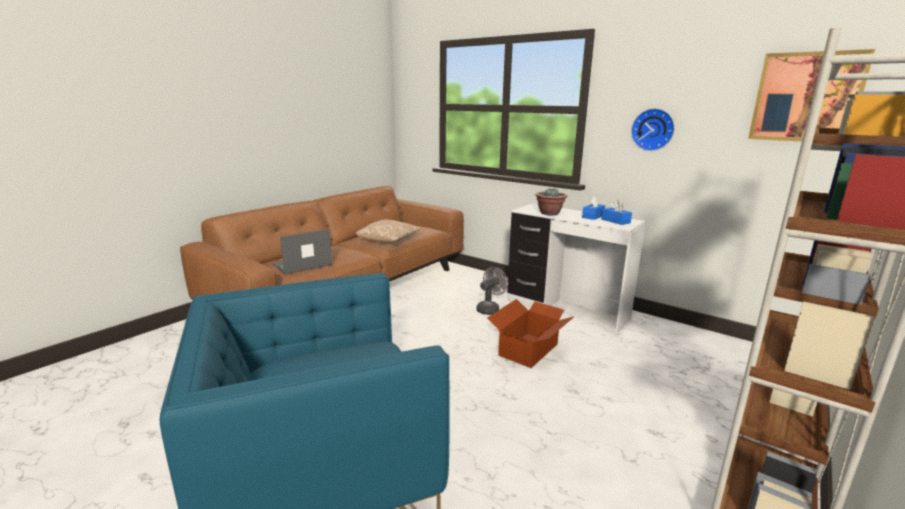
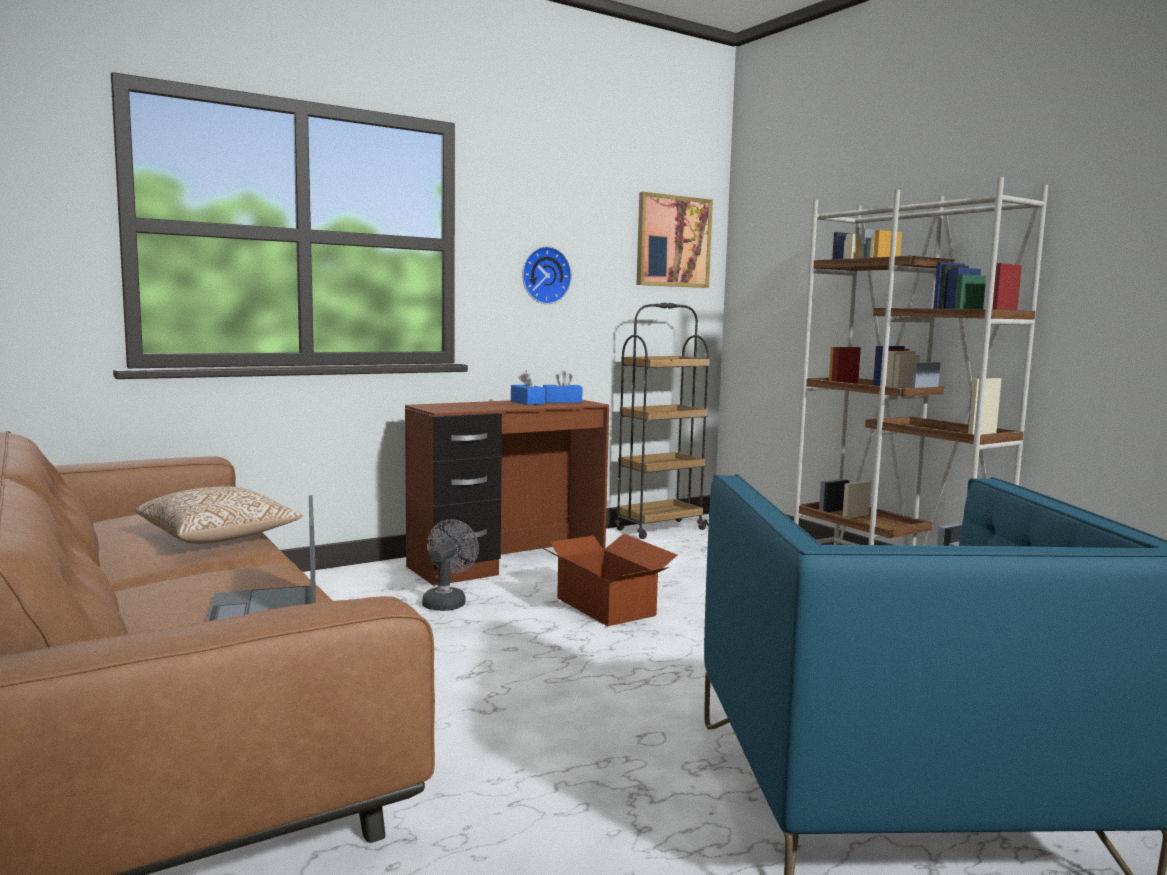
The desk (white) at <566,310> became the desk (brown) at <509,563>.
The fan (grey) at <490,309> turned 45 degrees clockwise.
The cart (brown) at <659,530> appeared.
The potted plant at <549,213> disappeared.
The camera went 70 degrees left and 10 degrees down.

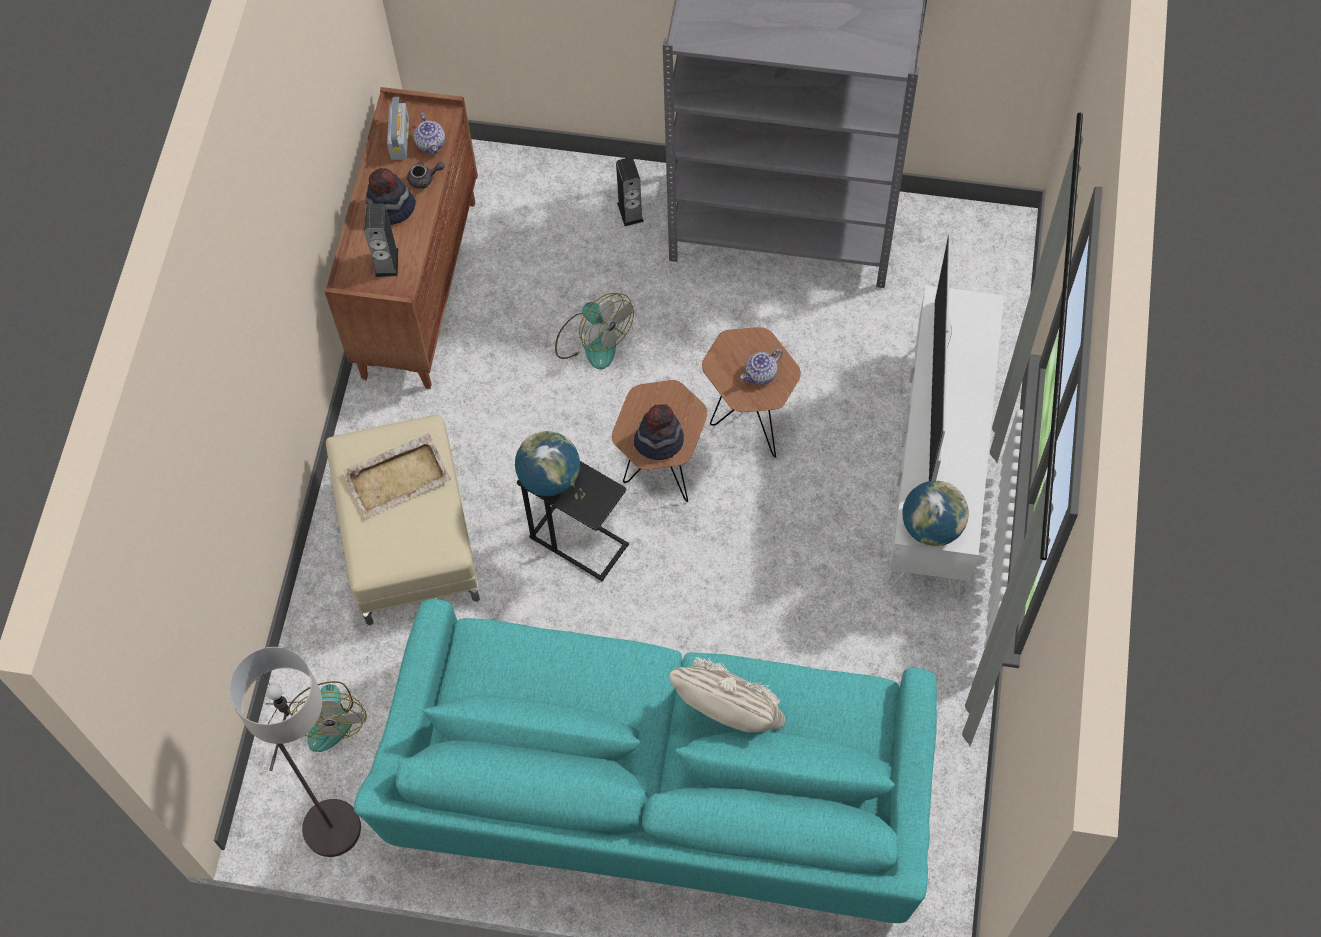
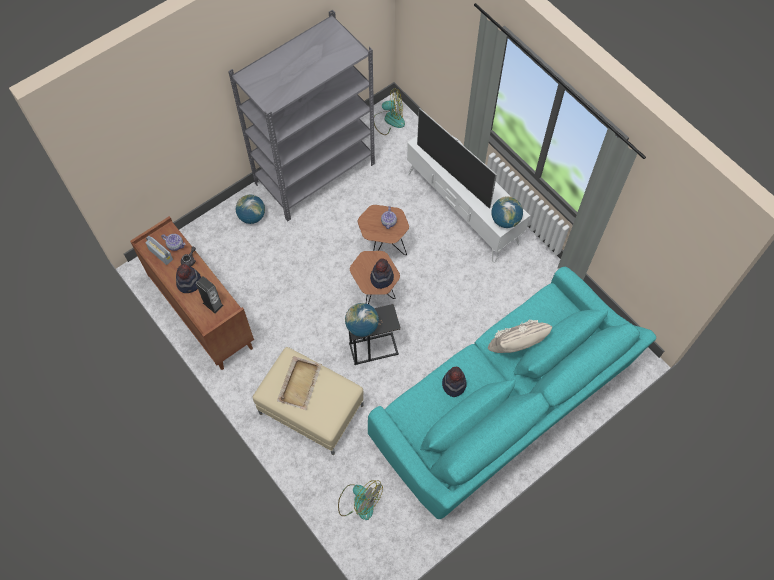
The speaker at <630,212> was replaced by the globe at <252,216>.
The fan moved from <592,340> to <389,120>.
The hat at <453,384> appeared.
The floor lamp (grey) at <336,811> disappeared.
The camera went 50 degrees left and 0 degrees up.

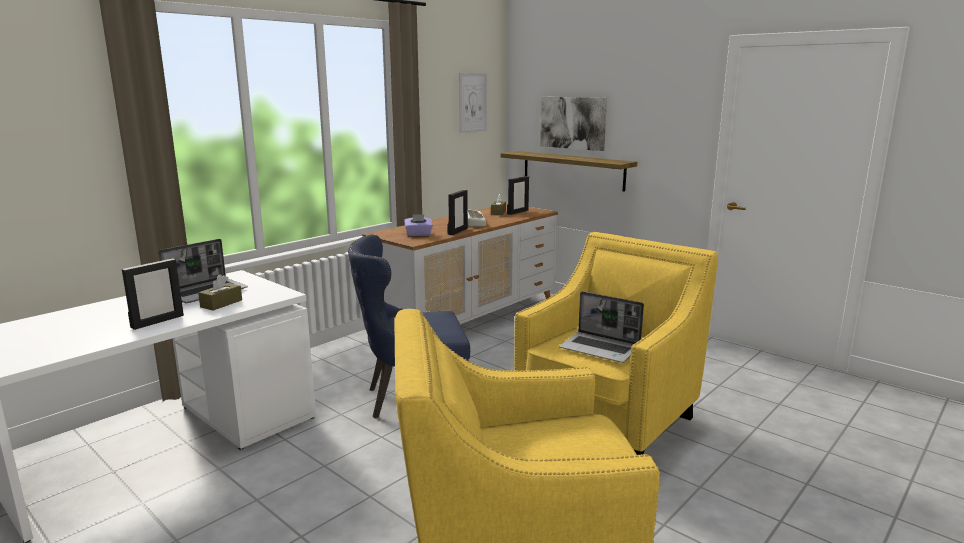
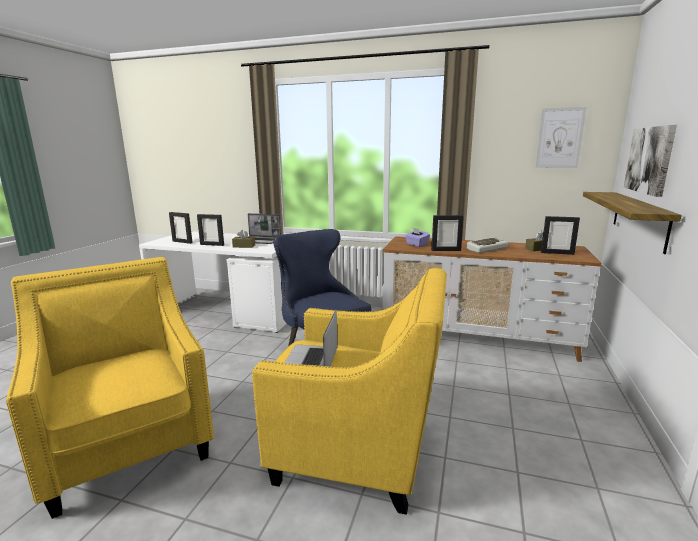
The picture frame at <182,242> appeared.
The camera went 65 degrees right and 0 degrees up.

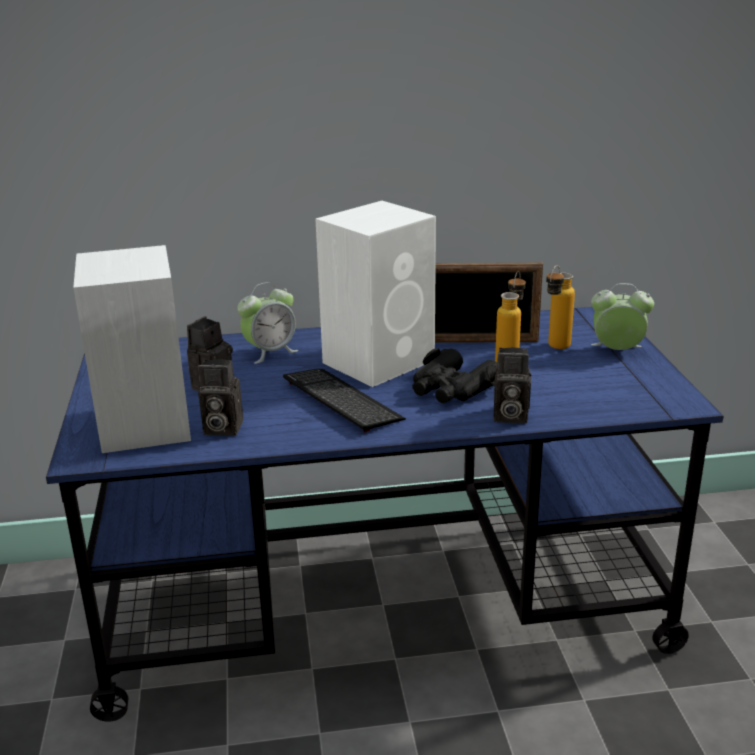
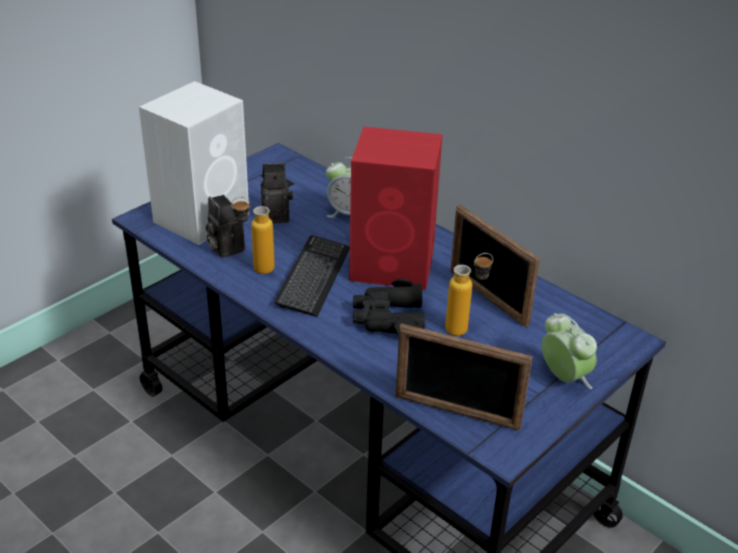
The bottle moved from <555,348> to <255,269>.
The speaker (white) at <380,361> became the speaker (red) at <394,266>.
The picture frame at <457,412> appeared.
The photo camera at <508,416> disappeared.
The camera went 50 degrees right and 10 degrees up.

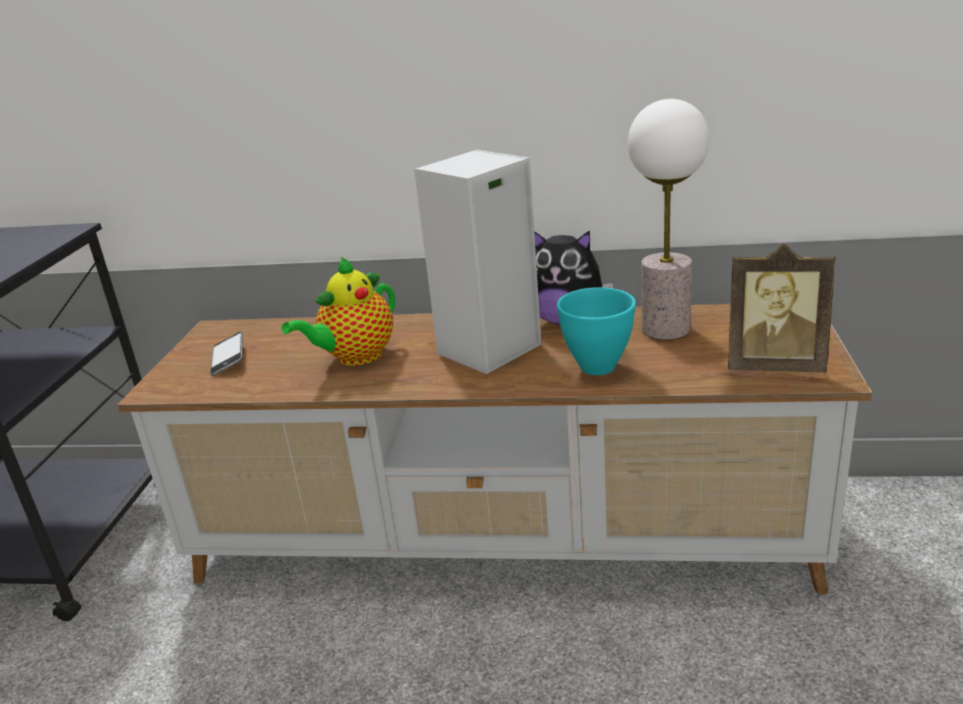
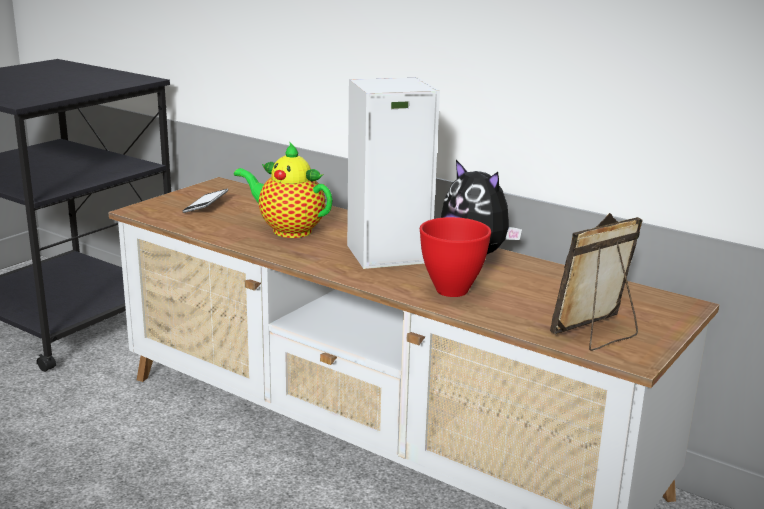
The teapot at <355,357> turned 45 degrees clockwise.
The bowl (turquoise) at <596,366> became the bowl (red) at <451,290>.
The picture frame at <774,365> turned 105 degrees clockwise.
The table lamp at <666,329> disappeared.
The camera went 25 degrees right and 5 degrees down.

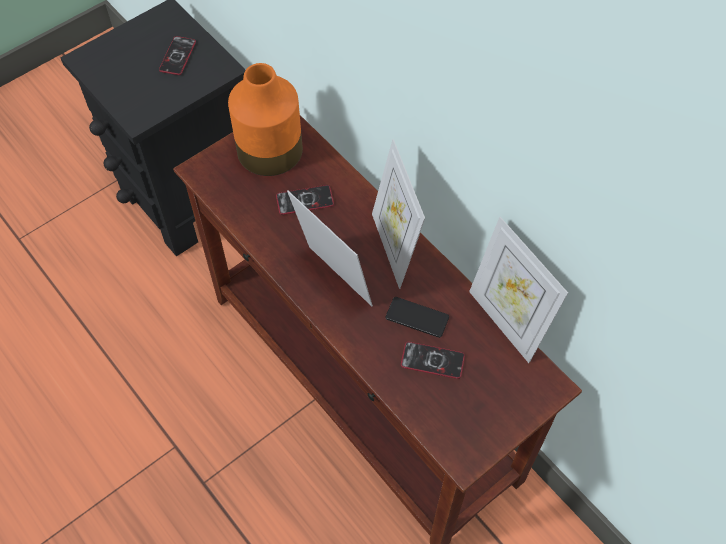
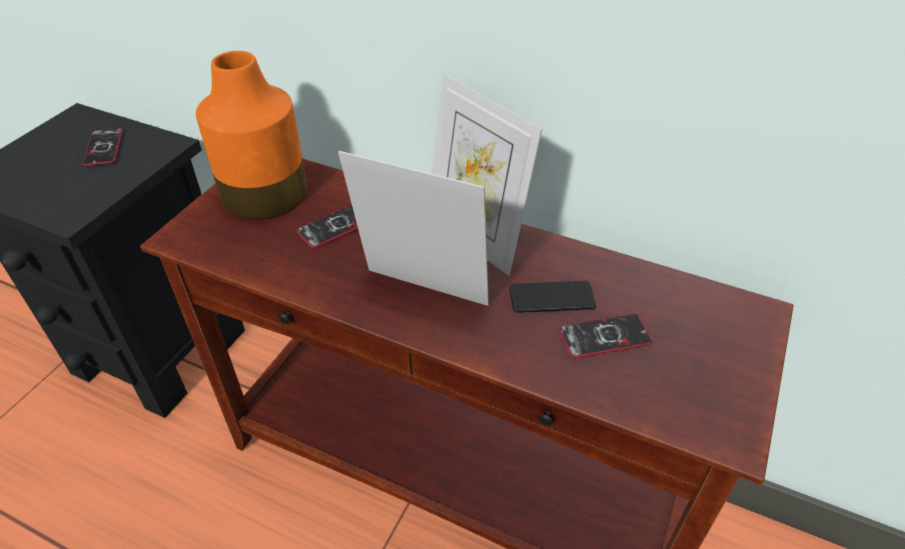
The picture frame at <506,321> disappeared.
The camera went 25 degrees left and 15 degrees down.

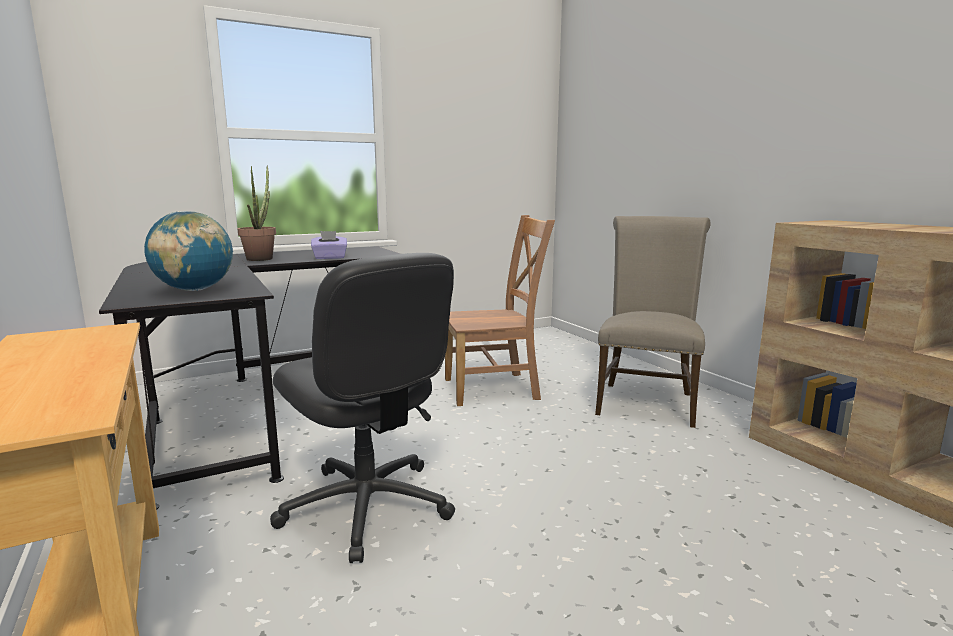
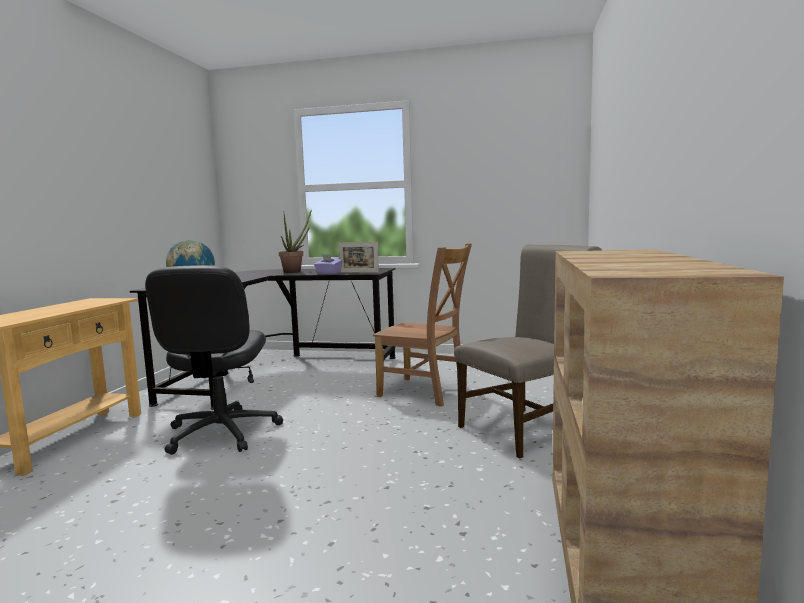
The picture frame at <359,272> appeared.
The camera went 40 degrees right and 5 degrees down.

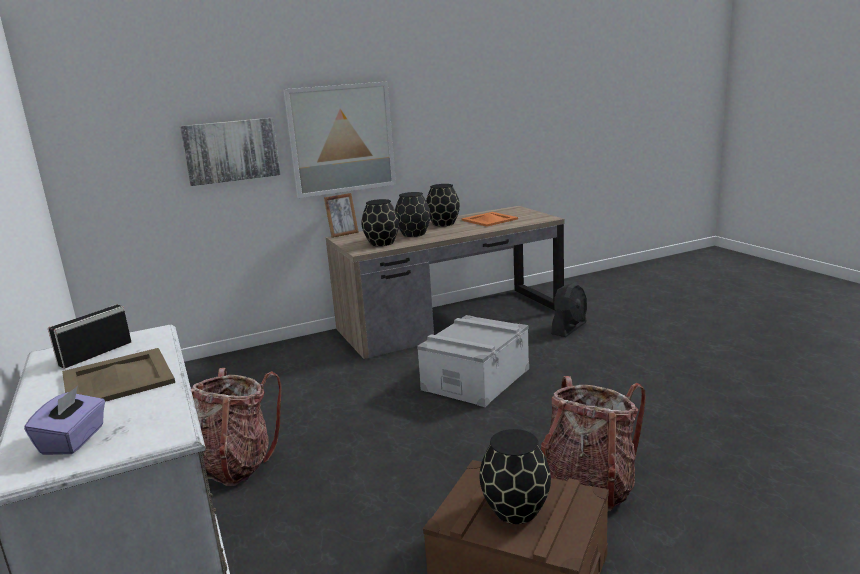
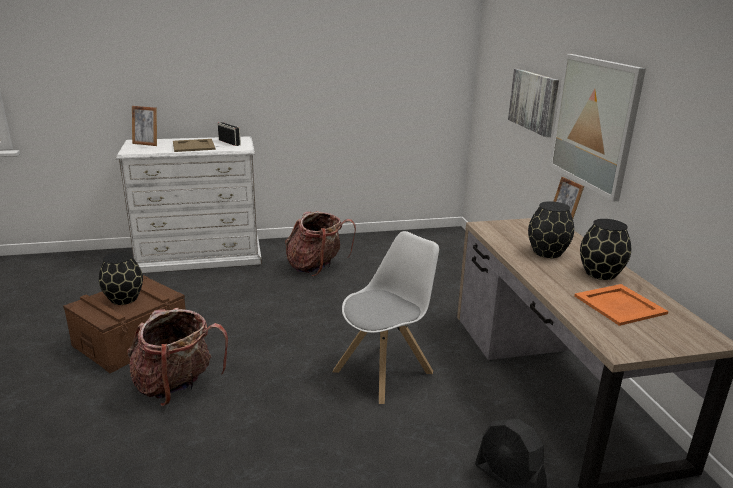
The tissue box (purple) at <74,440> was replaced by the picture frame at <146,144>.
The storage box (grey) at <476,379> was replaced by the chair at <385,371>.
The vase (black) at <382,243> disappeared.
The camera went 100 degrees right and 5 degrees up.

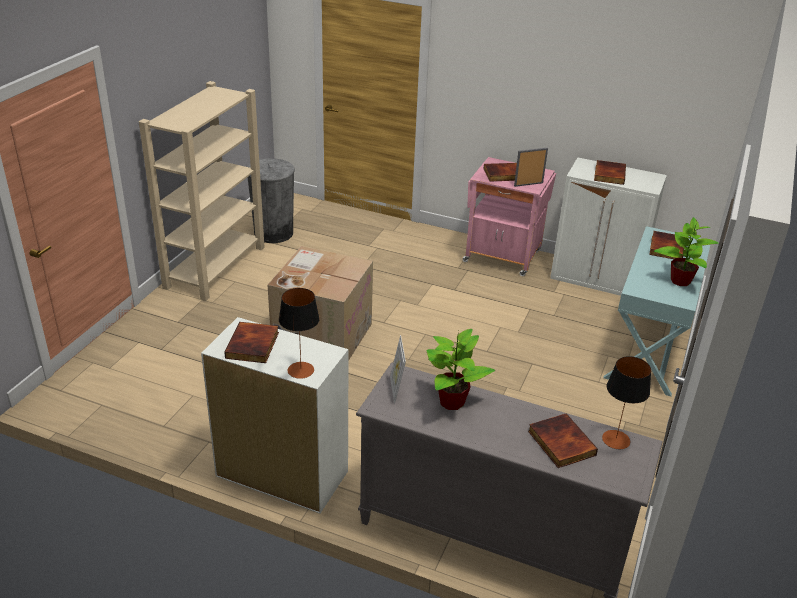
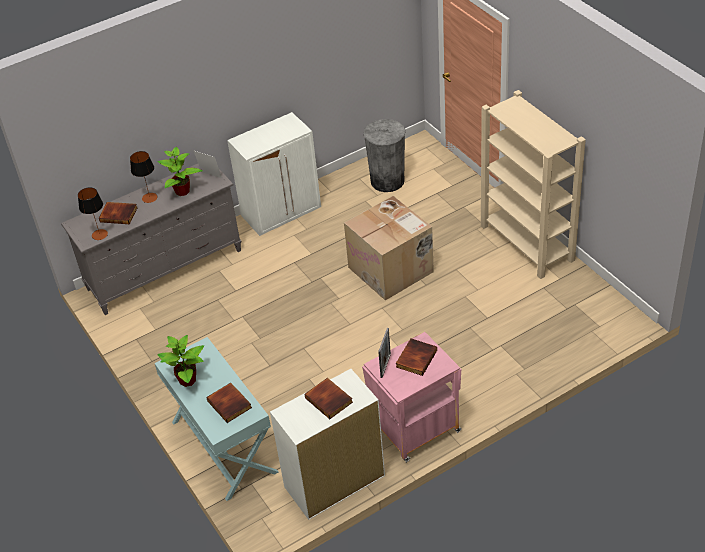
The table lamp moved from <300,370> to <149,198>.
The trash can (grey) moved from <273,233> to <387,181>.
The book at <253,345> disappeared.
The camera went 130 degrees right and 10 degrees up.

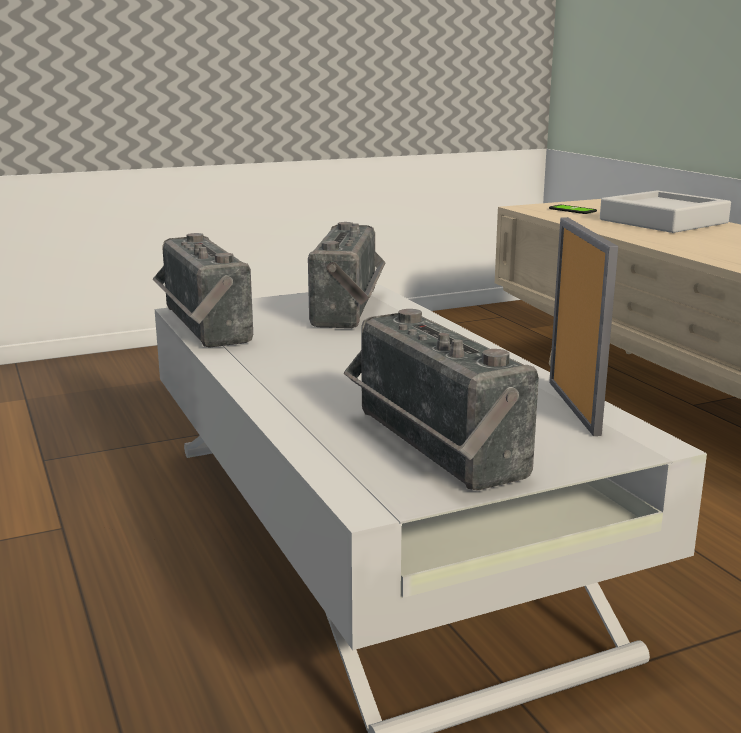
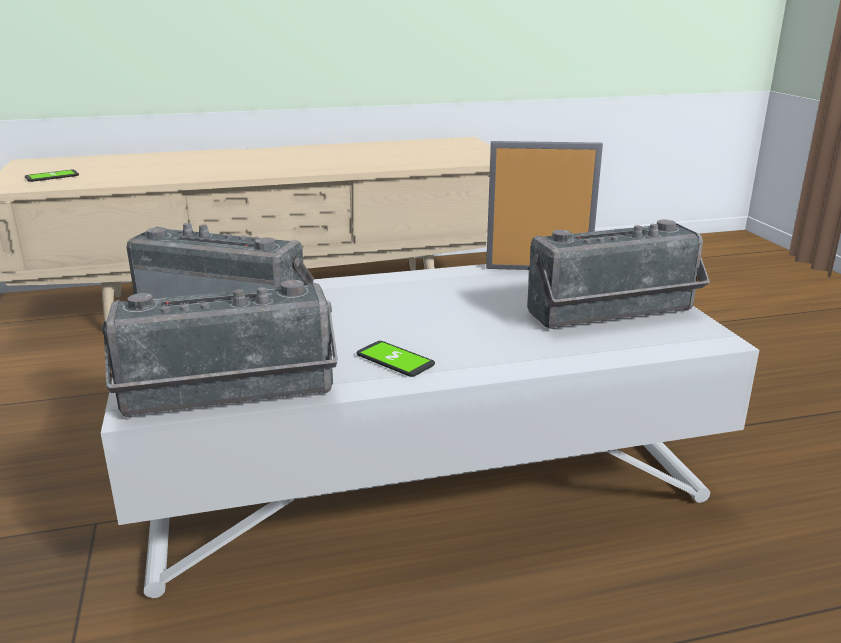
The phone at <395,360> appeared.
The tray (grey) at <663,221> disappeared.
The camera went 80 degrees left and 5 degrees up.

